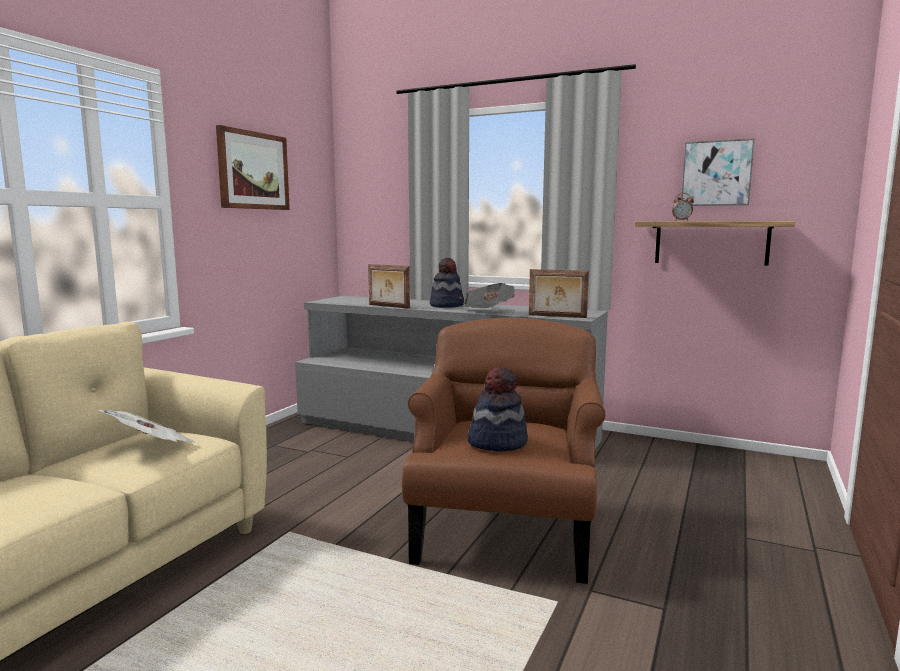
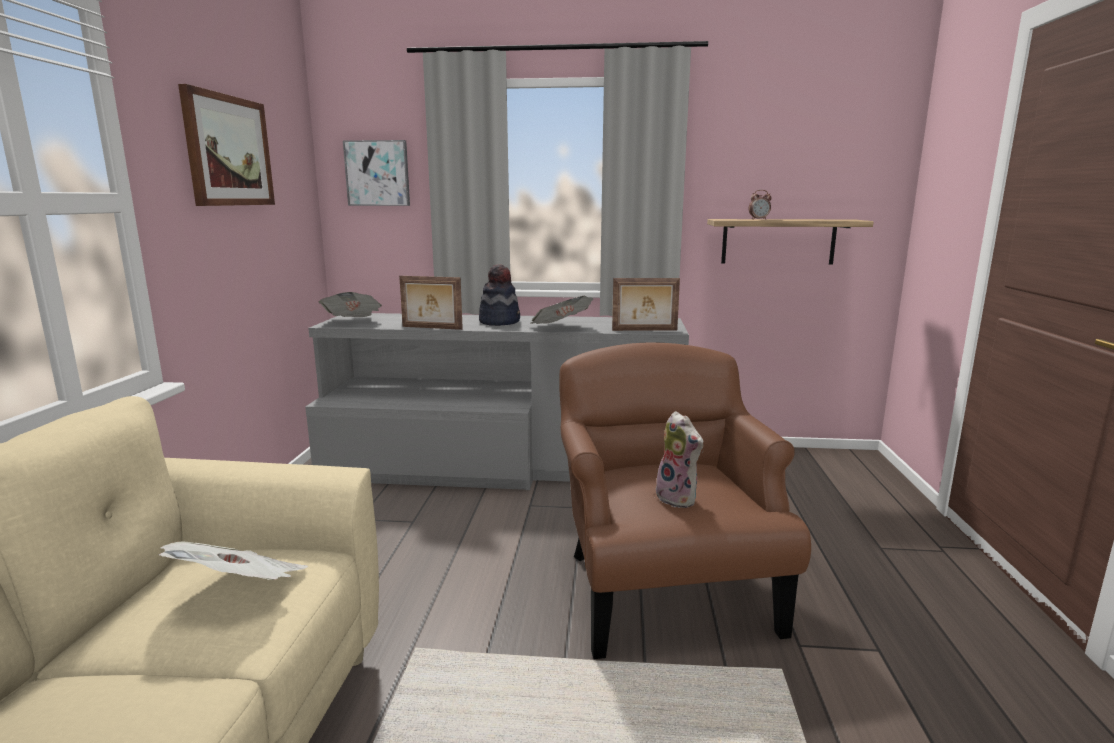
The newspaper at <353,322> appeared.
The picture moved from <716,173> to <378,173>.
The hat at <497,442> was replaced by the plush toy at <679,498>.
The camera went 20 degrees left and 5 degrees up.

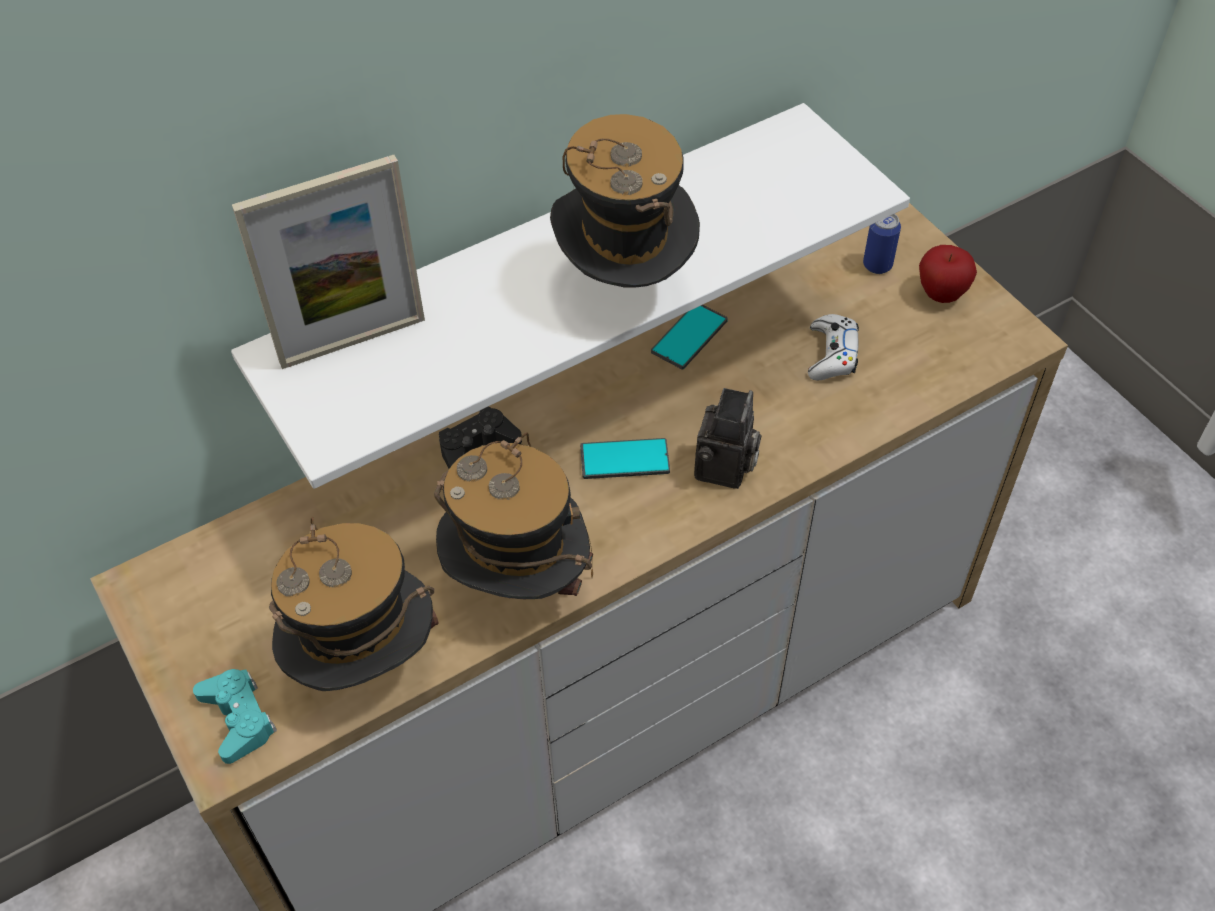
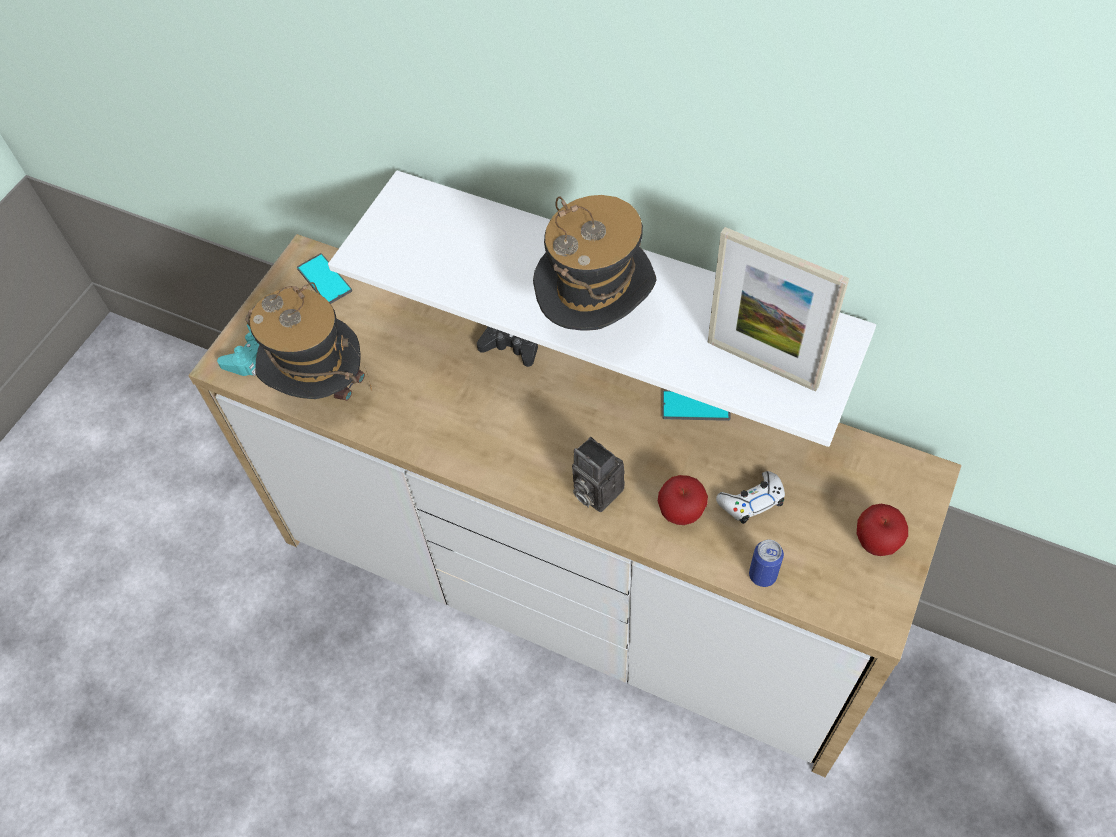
The phone moved from <624,460> to <324,280>.
The photo camera at <725,470> turned 60 degrees clockwise.
The apple at <680,513> appeared.
The picture frame moved from <353,341> to <762,364>.
The can moved from <877,265> to <762,575>.
The hat at <518,584> disappeared.
The camera went 60 degrees right and 5 degrees up.

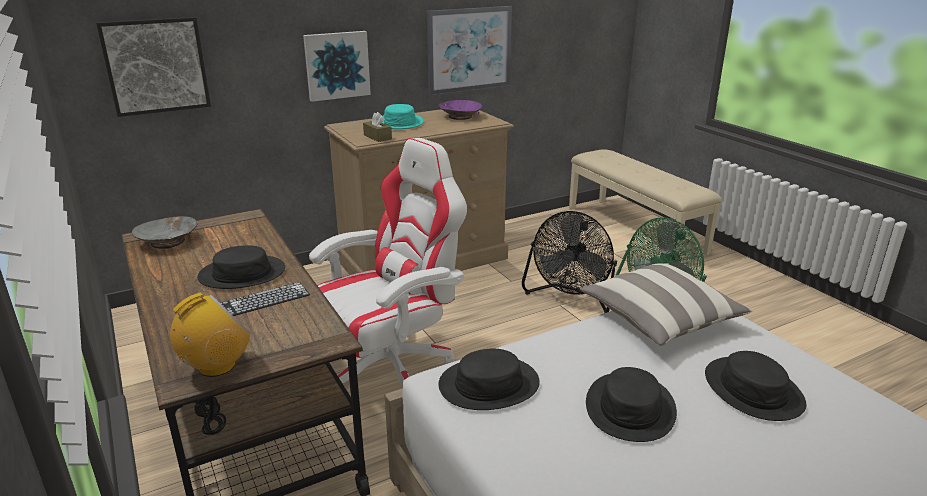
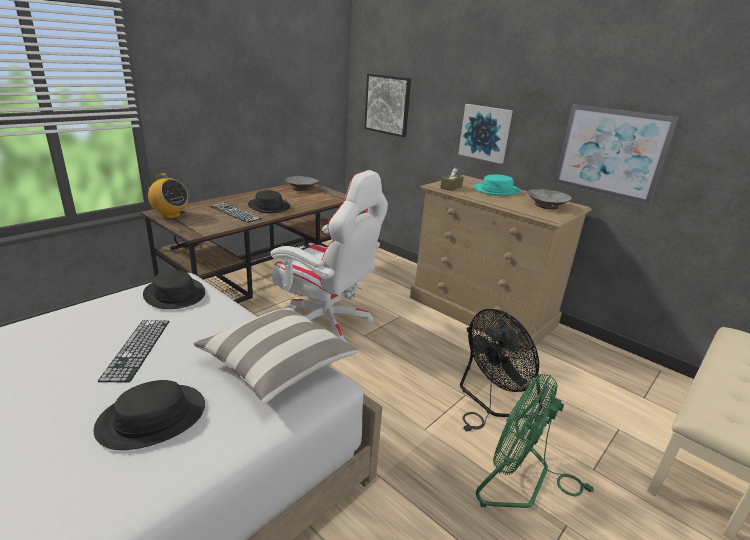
The hat (black) at <630,408> was replaced by the keyboard at <137,349>.
The fan (black) at <569,296> turned 135 degrees clockwise.
The bowl (purple) at <460,116> became the bowl (grey) at <546,205>.
The camera went 70 degrees right and 0 degrees up.

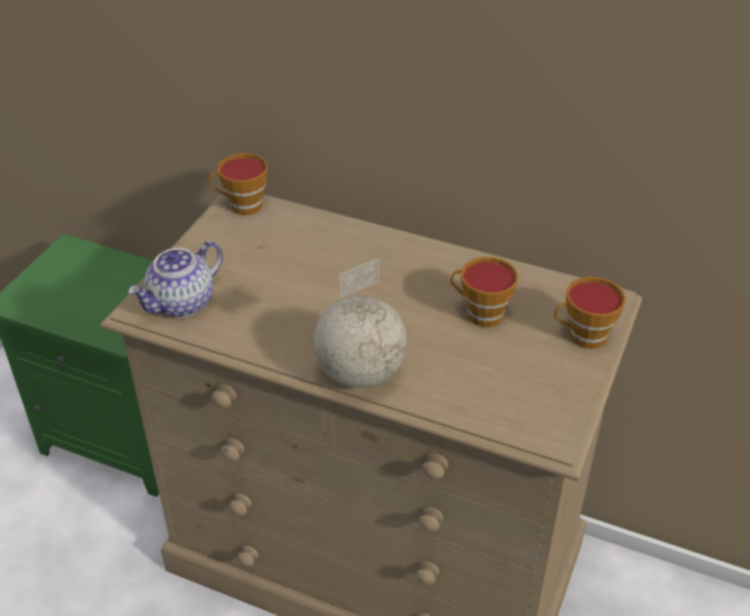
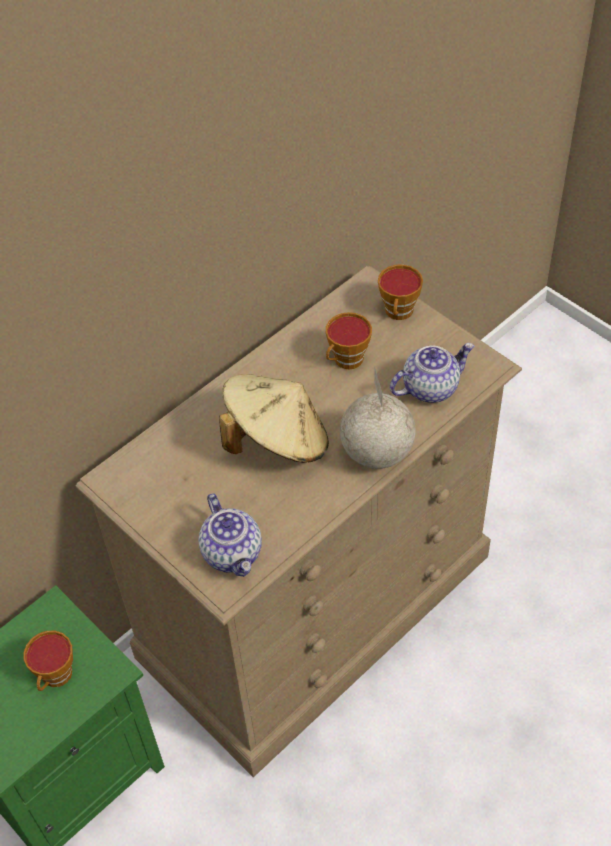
The cup moved from <242,206> to <56,677>.
The hat (beige) at <277,440> appeared.
The teapot at <430,387> appeared.
The camera went 65 degrees left and 10 degrees up.

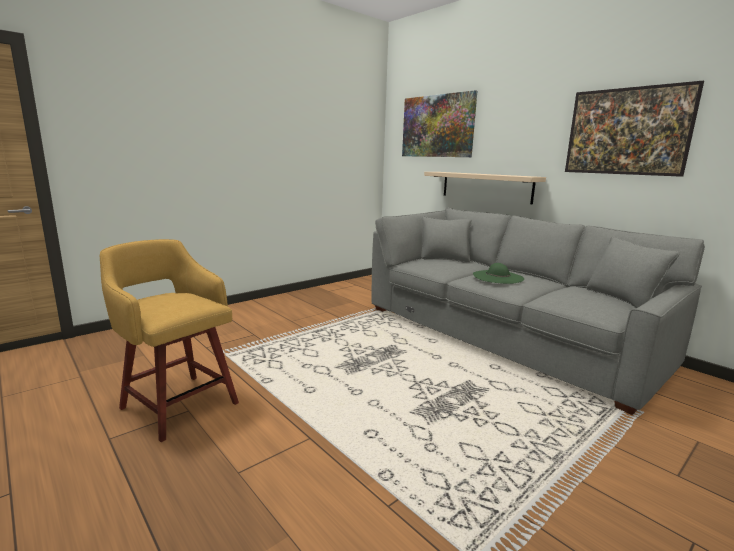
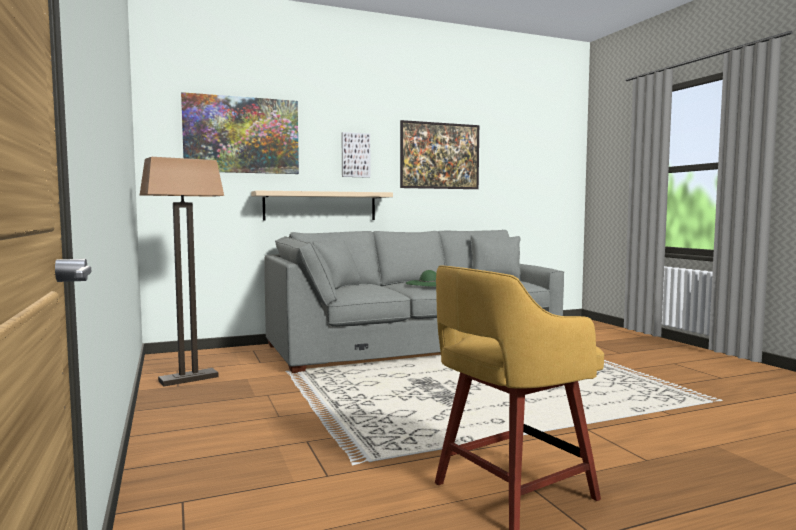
The floor lamp at <189,379> appeared.
The picture at <355,155> appeared.
The camera went 70 degrees left and 10 degrees down.

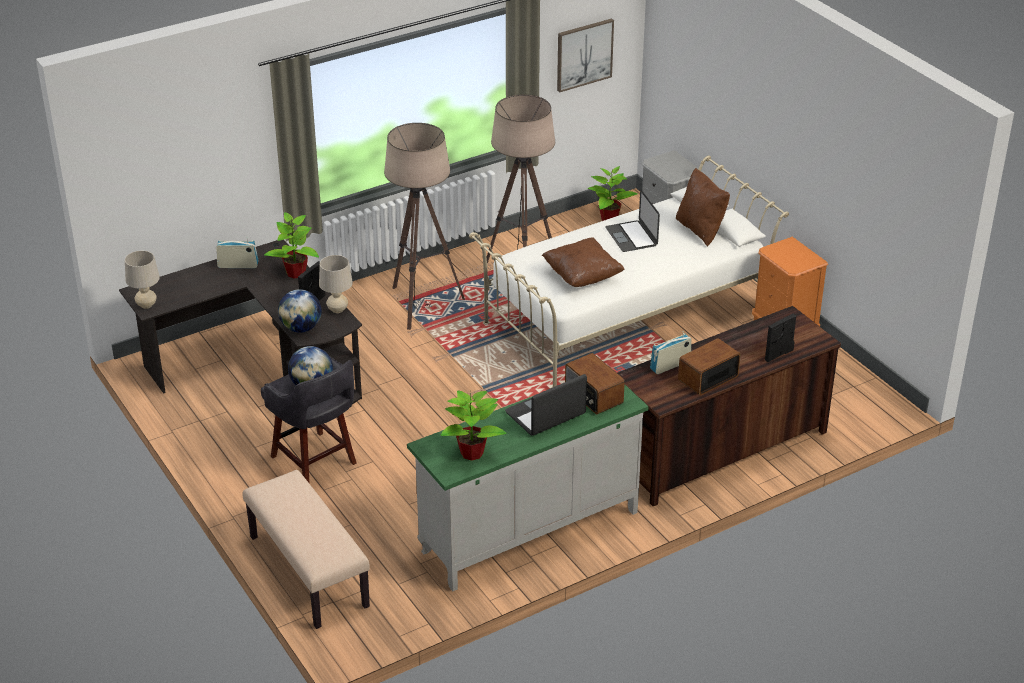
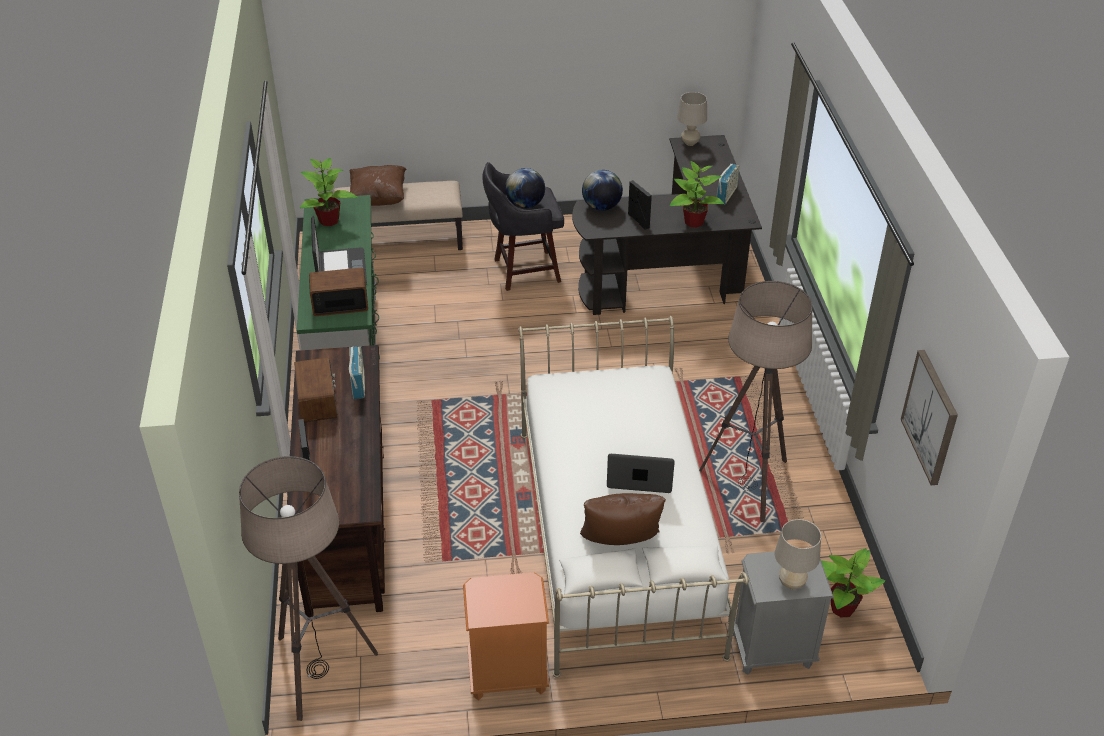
The floor lamp moved from <422,305> to <319,669>.
The pillow (brown) moved from <582,276> to <378,199>.
The table lamp (beige) moved from <337,309> to <791,583>.
The camera went 115 degrees right and 5 degrees up.

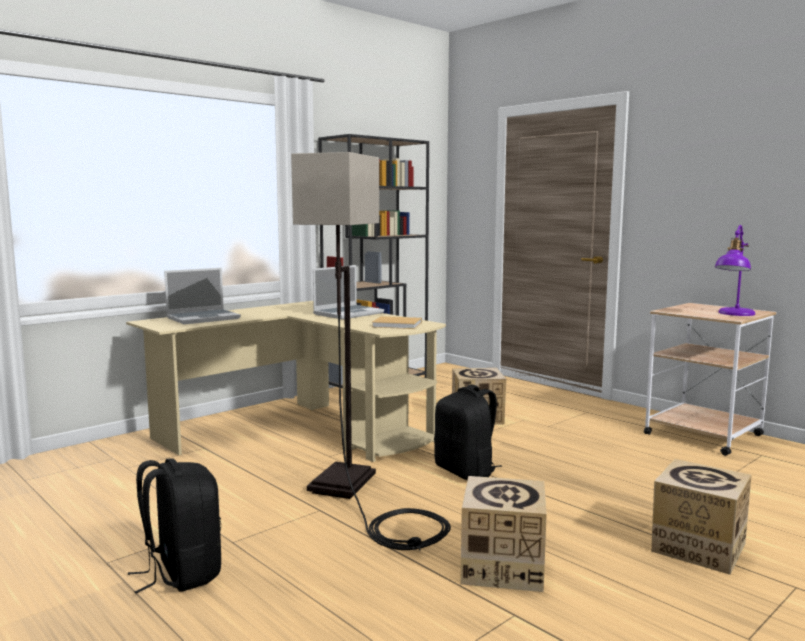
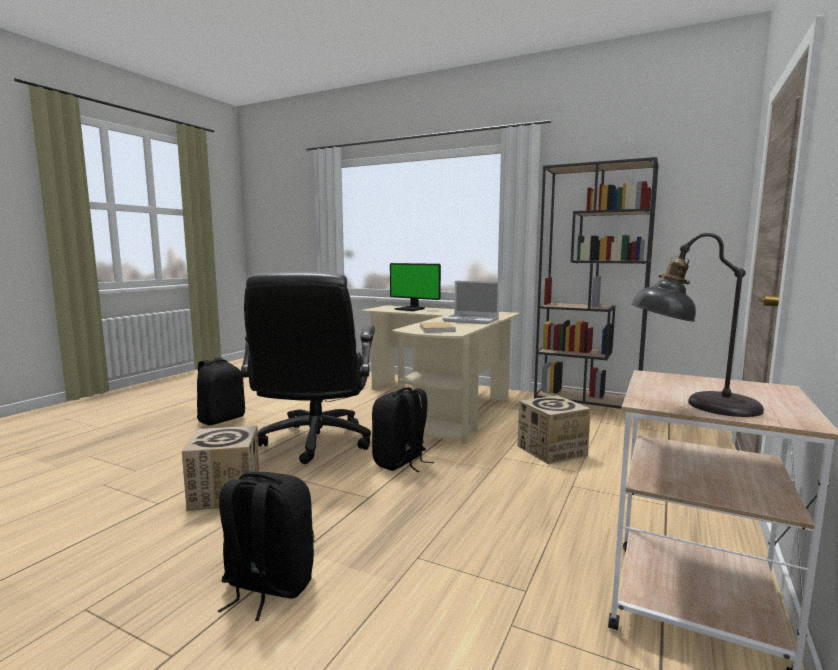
The cardboard box at <698,547> was replaced by the backpack (black) at <267,586>.
The floor lamp at <374,508> was replaced by the office chair (black) at <314,443>.
The laptop at <204,318> was replaced by the monitor at <411,309>.
The table lamp (purple) at <733,315> became the table lamp (grey) at <692,404>.
The camera went 70 degrees right and 0 degrees up.

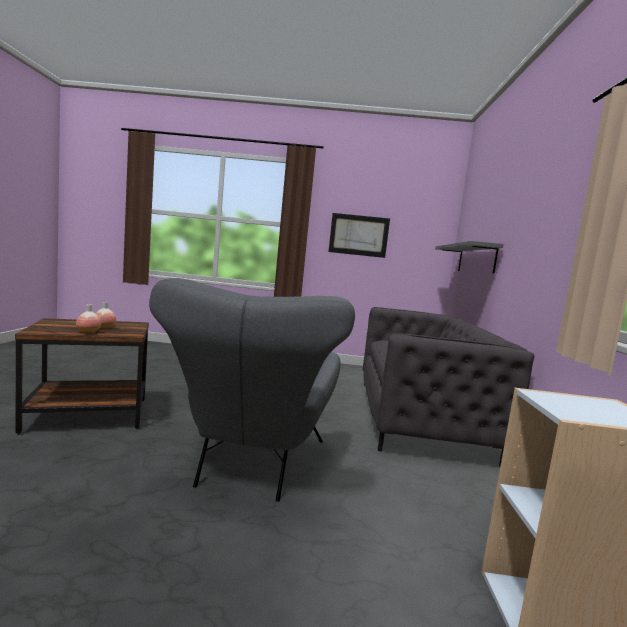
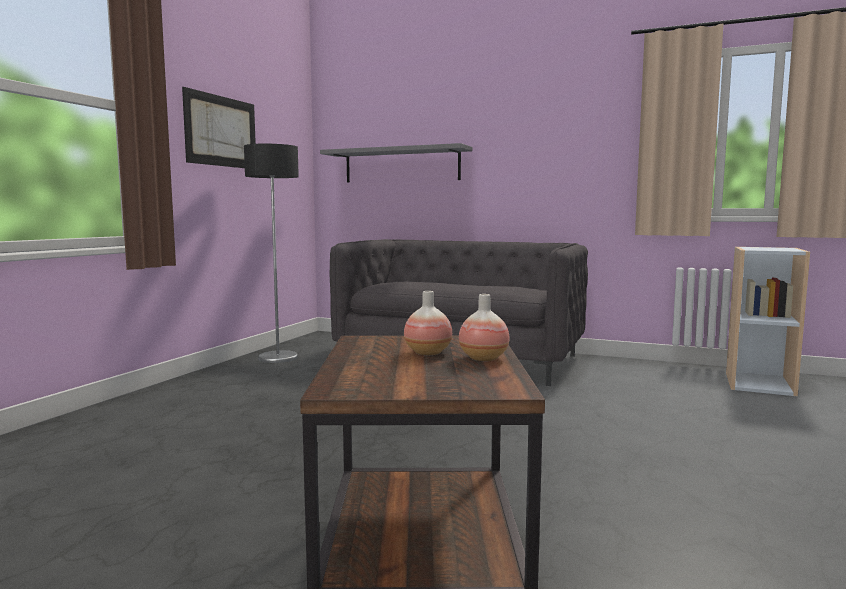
The floor lamp at <278,358> appeared.
The armchair (grey) at <251,467> disappeared.
The camera went 70 degrees left and 0 degrees up.

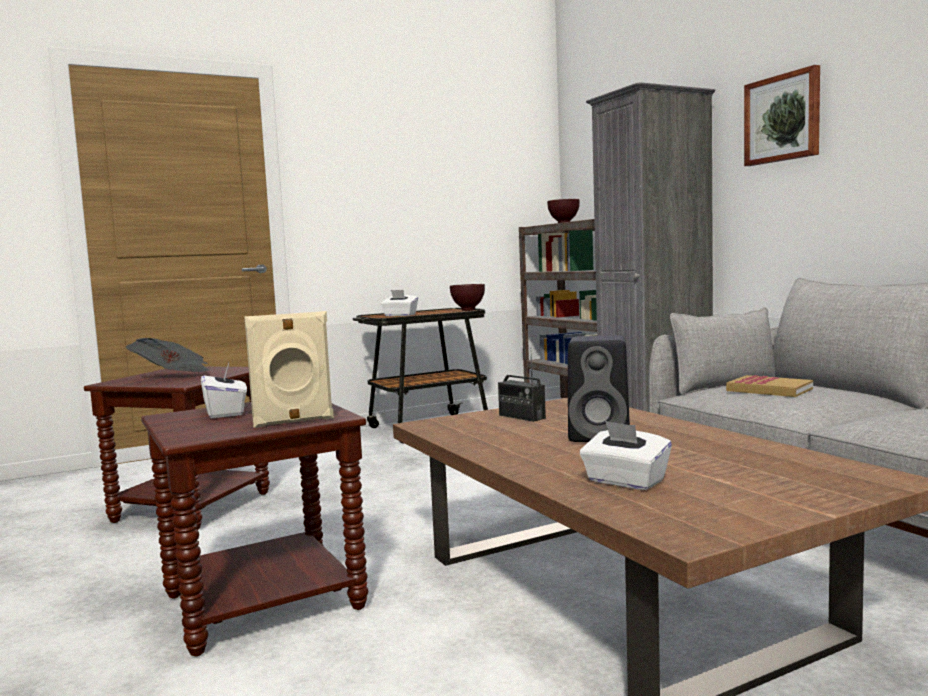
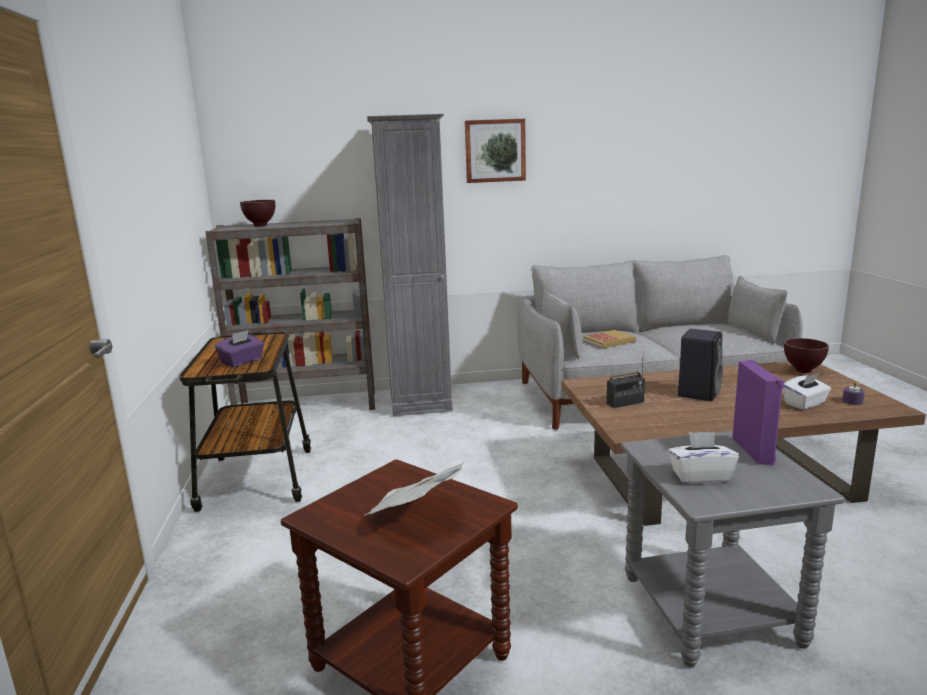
The tissue box (white) at <400,315> became the tissue box (purple) at <242,362>.
The side table (brown) at <264,601> became the side table (grey) at <708,610>.
The speaker (beige) at <293,421> became the speaker (purple) at <754,451>.
The bowl (brown) moved from <467,310> to <803,371>.
The candle (purple) at <852,401> appeared.
The camera went 70 degrees left and 10 degrees up.

